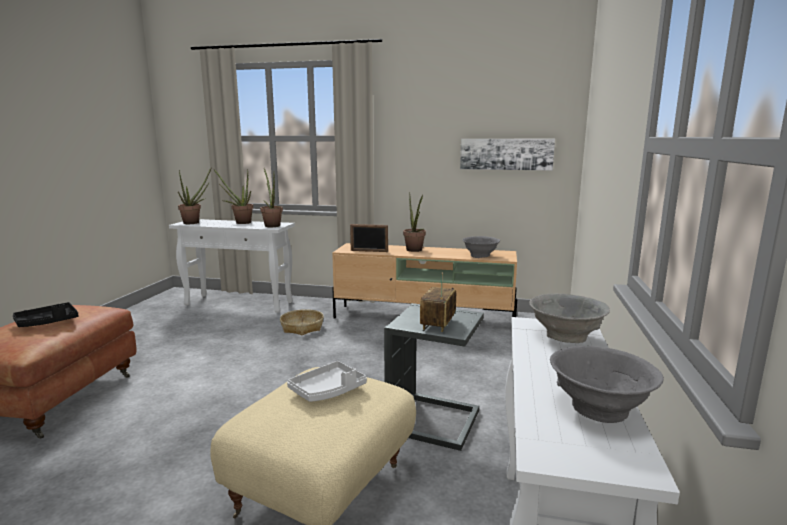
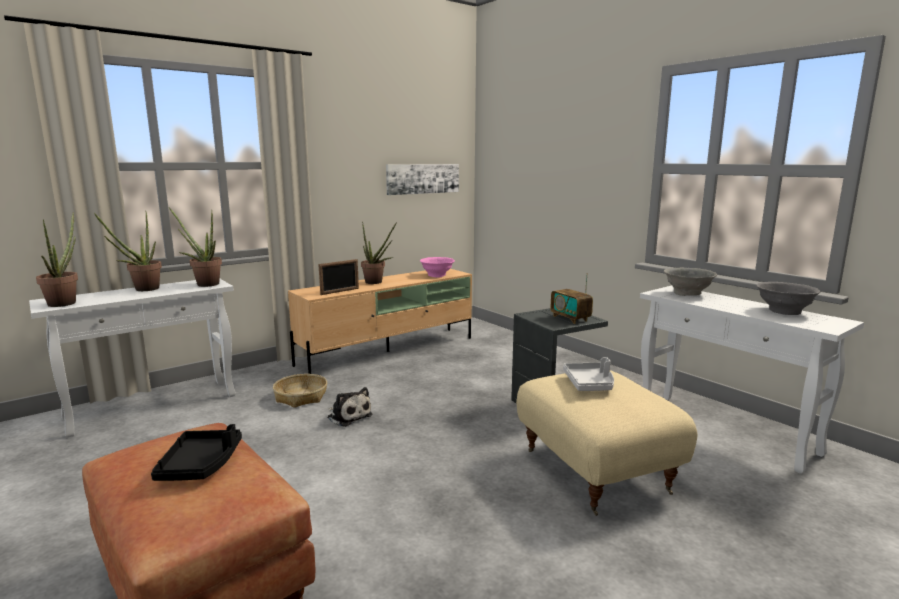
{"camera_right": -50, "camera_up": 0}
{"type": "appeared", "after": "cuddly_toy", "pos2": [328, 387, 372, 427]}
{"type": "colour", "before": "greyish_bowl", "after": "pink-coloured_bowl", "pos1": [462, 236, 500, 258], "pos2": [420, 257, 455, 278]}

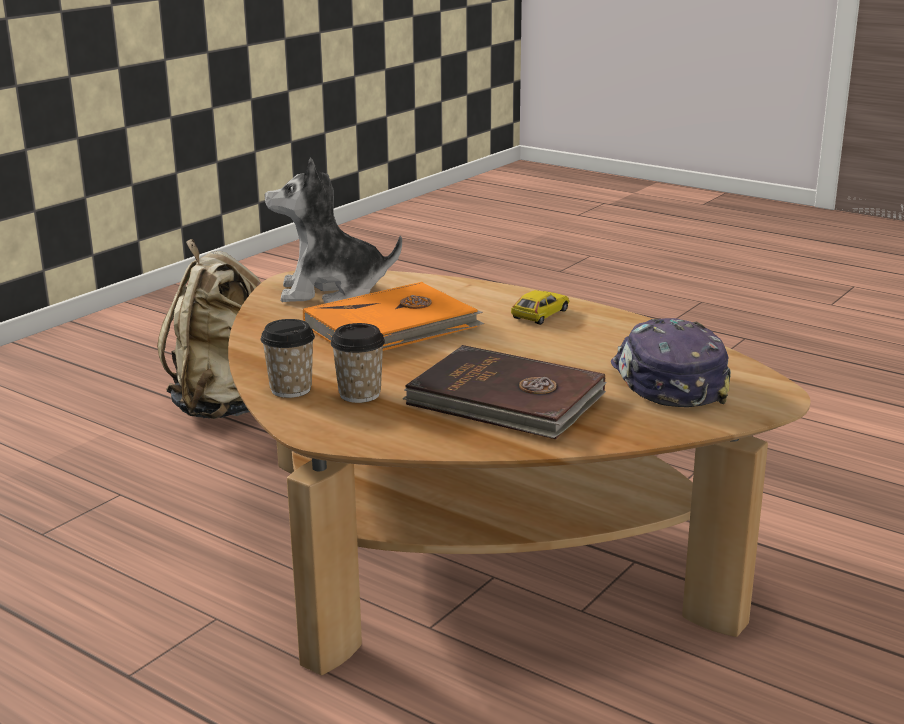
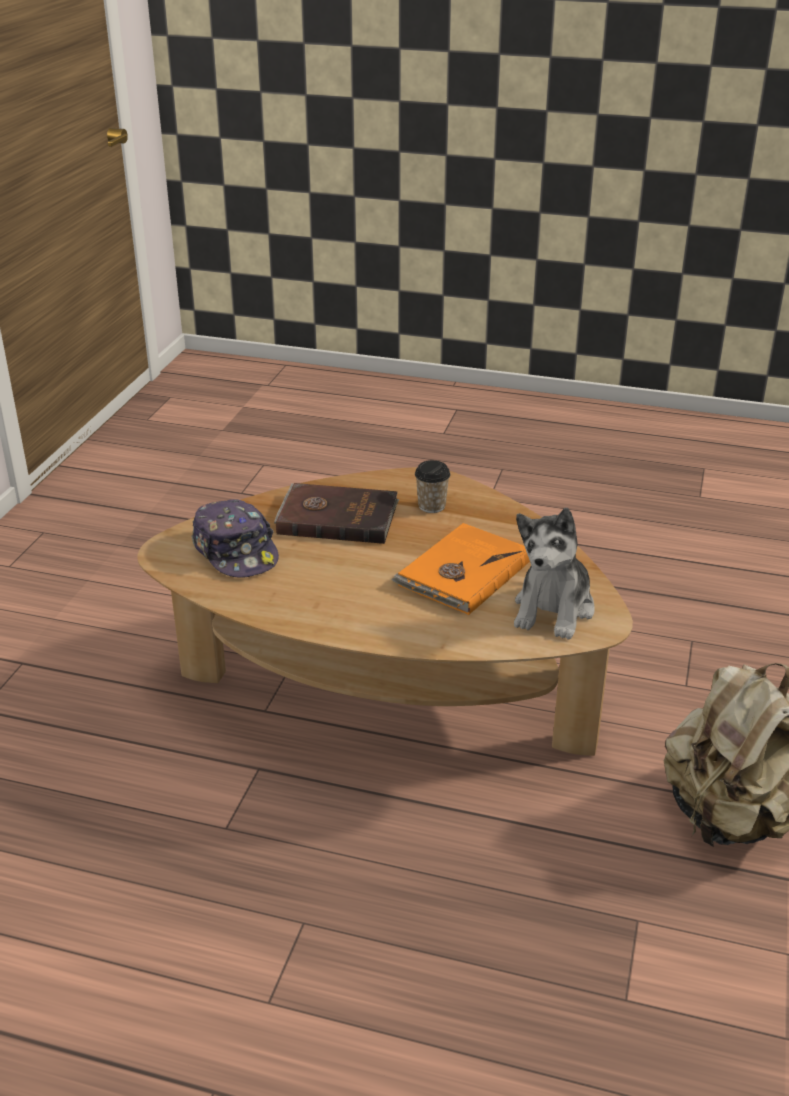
{"camera_right": 160, "camera_up": 10}
{"type": "missing", "before": "drinking_cup", "pos1": [261, 319, 315, 398]}
{"type": "missing", "before": "model_car", "pos1": [511, 290, 569, 325]}
{"type": "spun", "before": "cuddly_toy", "pos1": [265, 157, 402, 303], "pos2": [514, 508, 595, 640], "turn": 135}

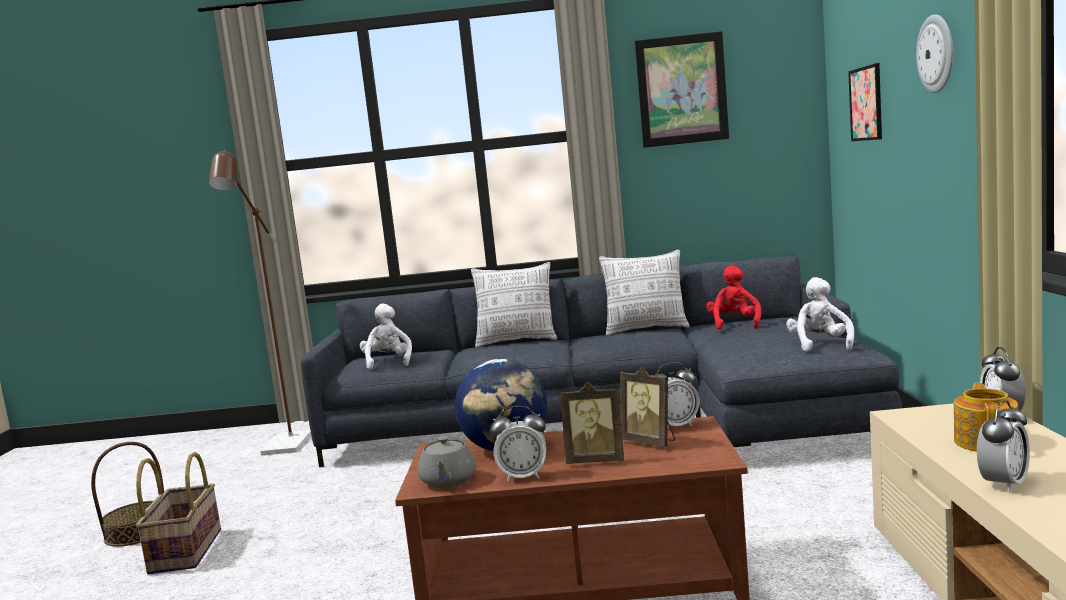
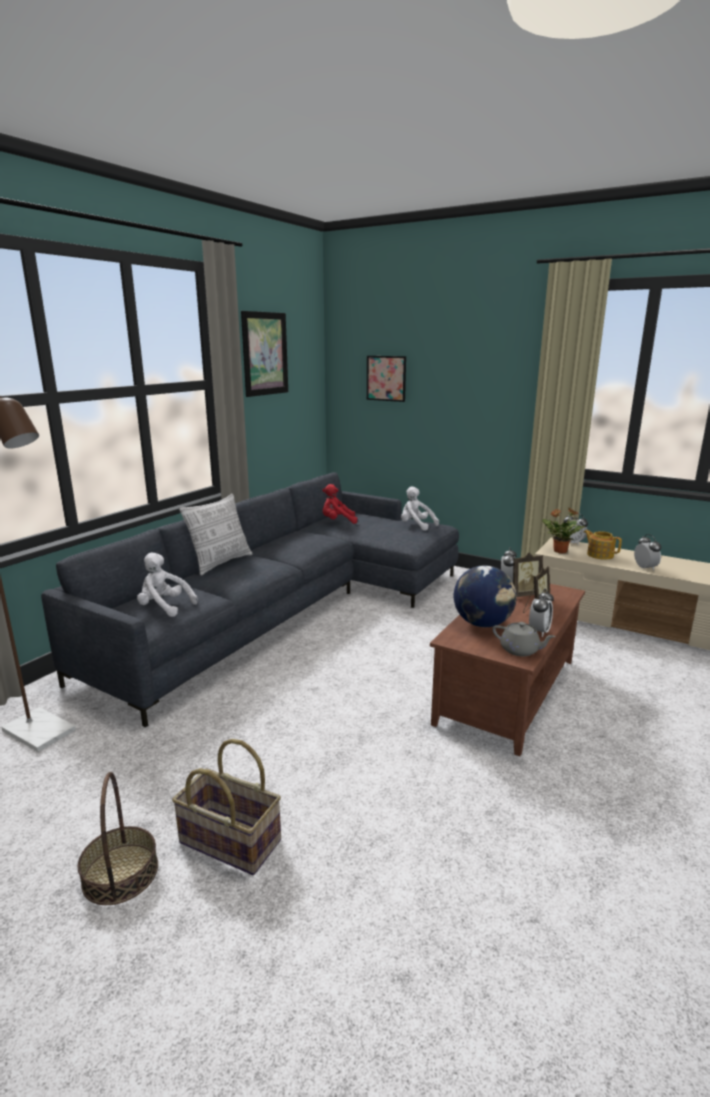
{"camera_right": -60, "camera_up": 10}
{"type": "missing", "before": "pillow", "pos1": [599, 250, 690, 336]}
{"type": "missing", "before": "wall_clock", "pos1": [916, 14, 953, 93]}
{"type": "appeared", "after": "potted_plant", "pos2": [542, 508, 585, 553]}
{"type": "spun", "before": "reddish_cuddly_toy", "pos1": [706, 265, 762, 330], "pos2": [322, 484, 357, 524], "turn": -45}

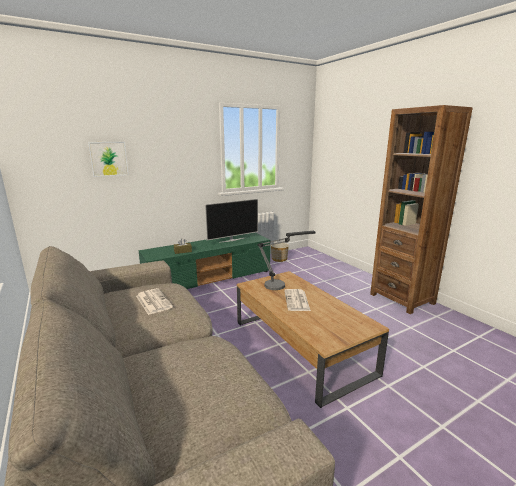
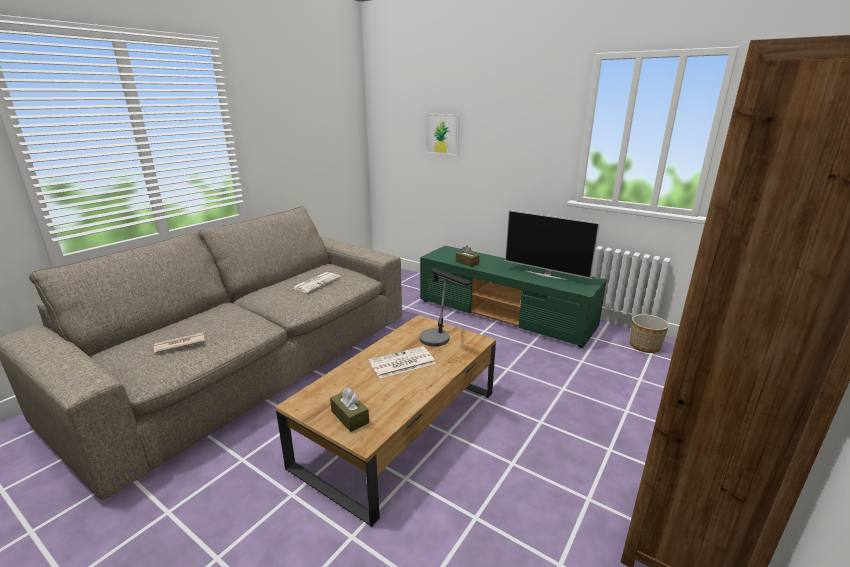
{"camera_right": 65, "camera_up": 5}
{"type": "appeared", "after": "printed_paper", "pos2": [153, 332, 205, 353]}
{"type": "appeared", "after": "brown-coloured_tissue_holder", "pos2": [330, 388, 369, 432]}

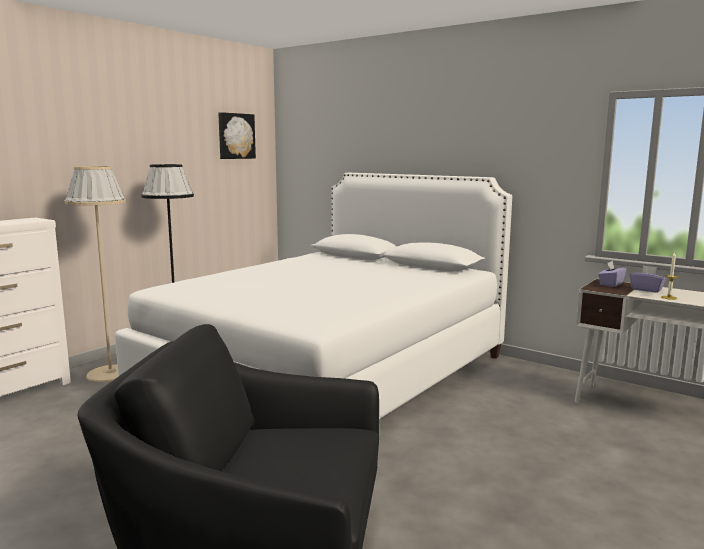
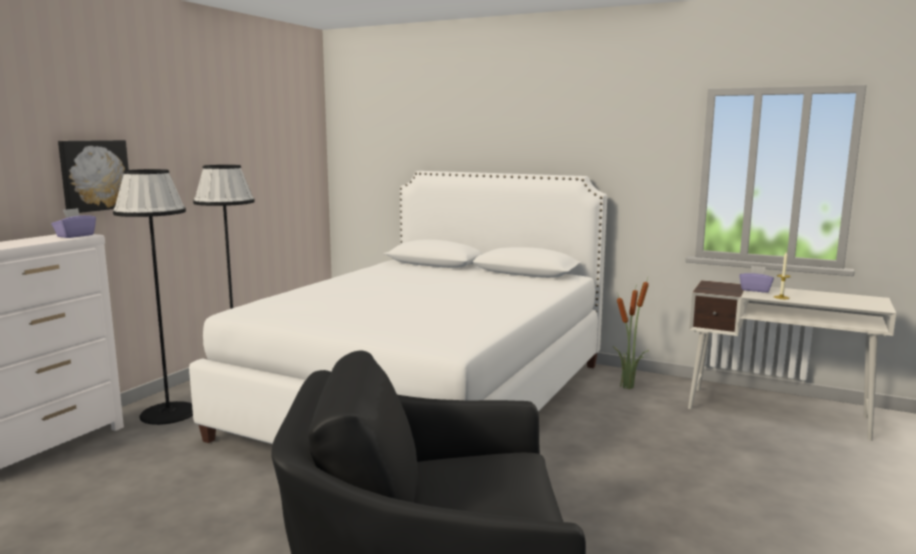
{"camera_right": -10, "camera_up": 0}
{"type": "appeared", "after": "potted_plant", "pos2": [613, 275, 649, 389]}
{"type": "relocated", "before": "picture", "pos1": [218, 112, 256, 159], "pos2": [58, 140, 129, 213]}
{"type": "relocated", "before": "purplish_tissue_holder", "pos1": [598, 261, 626, 287], "pos2": [51, 208, 96, 238]}
{"type": "colour", "before": "beige_floor_lamp", "after": "black-coloured_floor_lamp", "pos1": [65, 166, 126, 383], "pos2": [113, 169, 193, 425]}

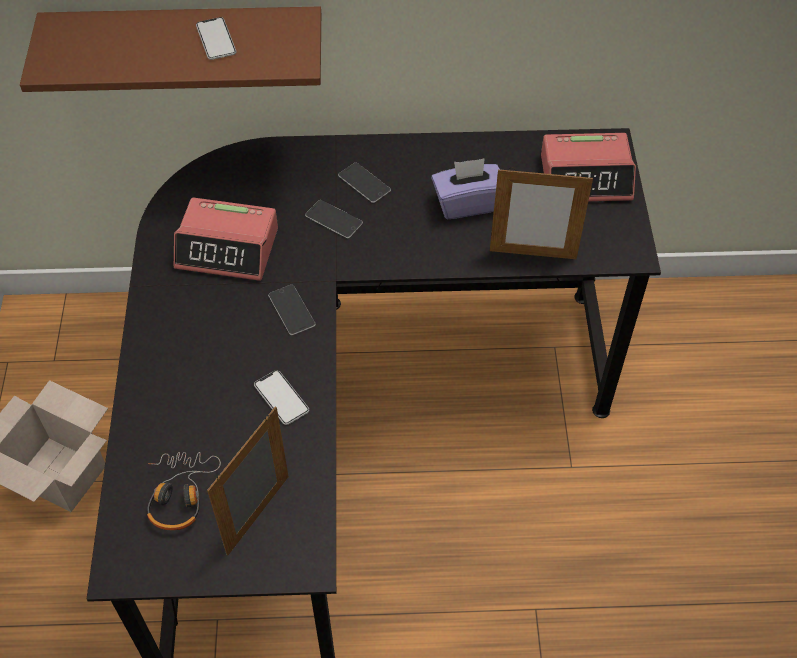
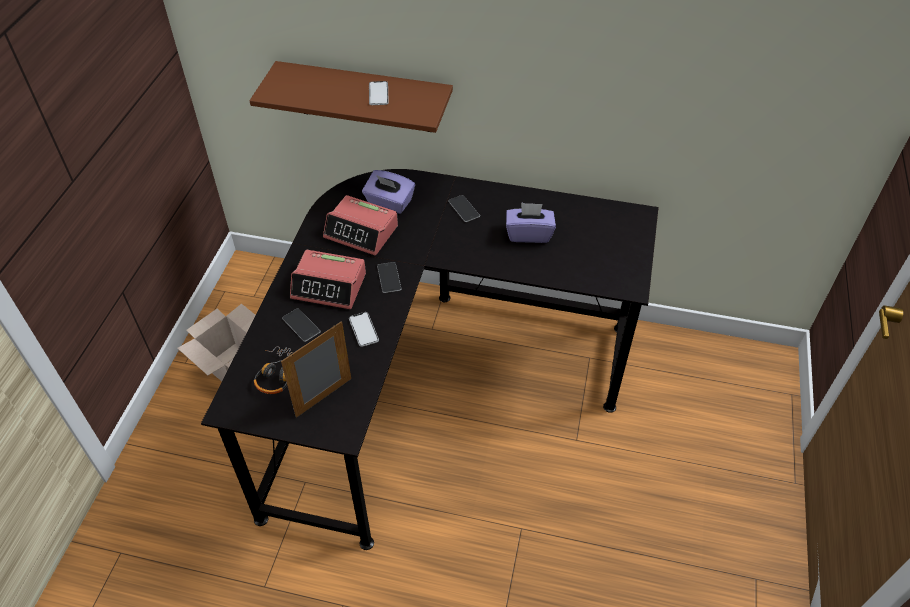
{"camera_right": 15, "camera_up": -5}
{"type": "missing", "before": "photo_frame", "pos1": [490, 167, 593, 259]}
{"type": "appeared", "after": "purplish_tissue_holder", "pos2": [362, 170, 415, 214]}
{"type": "relocated", "before": "handset", "pos1": [305, 200, 363, 238], "pos2": [282, 308, 320, 342]}
{"type": "relocated", "before": "bedside_clock", "pos1": [541, 133, 636, 201], "pos2": [290, 250, 366, 309]}

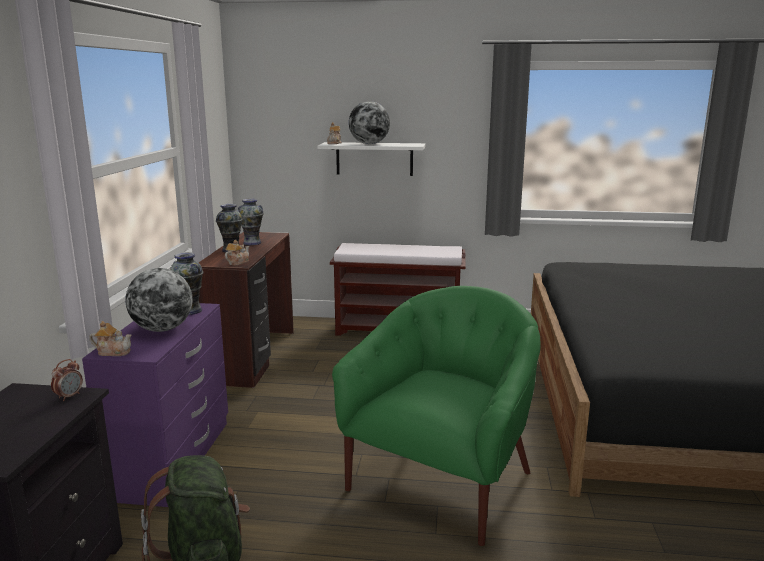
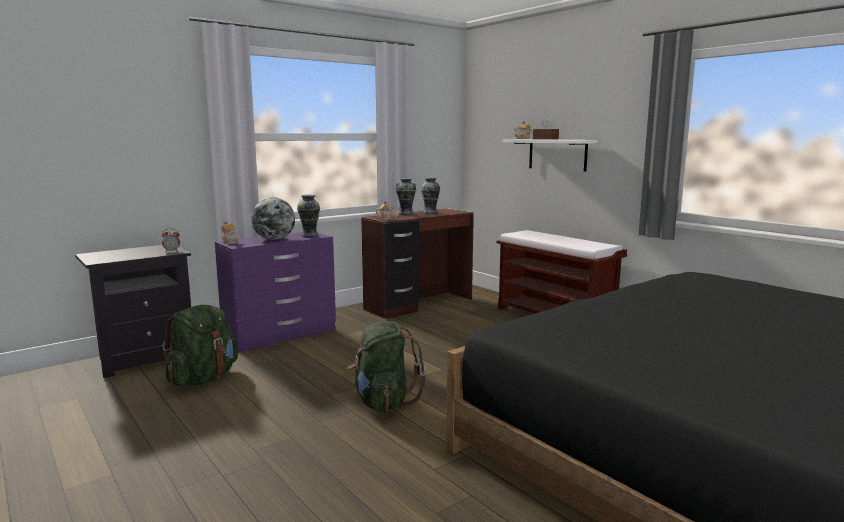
{"camera_right": 45, "camera_up": -5}
{"type": "exchanged", "before": "green-coloured_lounge_chair", "after": "green-coloured_rucksack", "pos1": [332, 286, 541, 546], "pos2": [347, 321, 426, 411]}
{"type": "exchanged", "before": "desk_globe", "after": "brown-coloured_tissue_holder", "pos1": [349, 101, 390, 144], "pos2": [533, 119, 559, 140]}

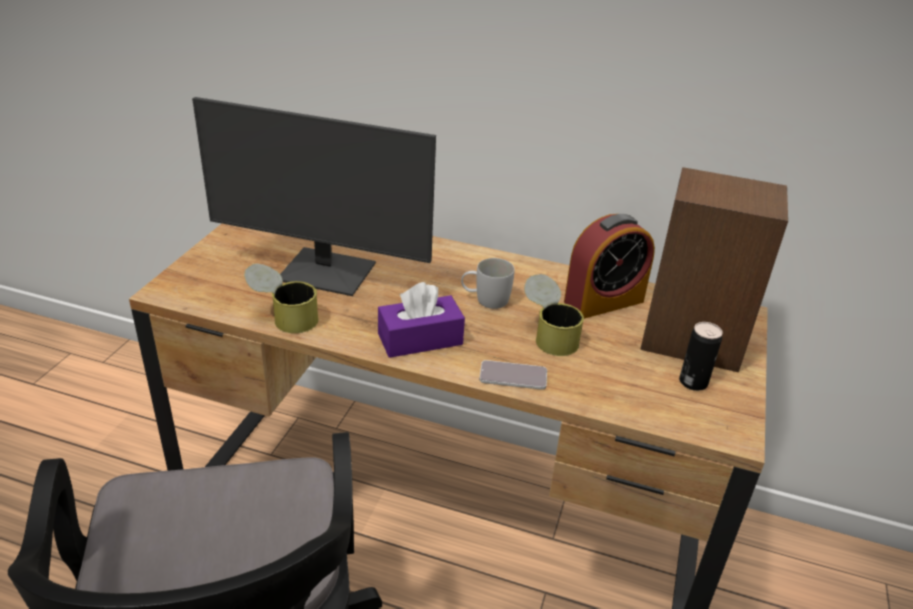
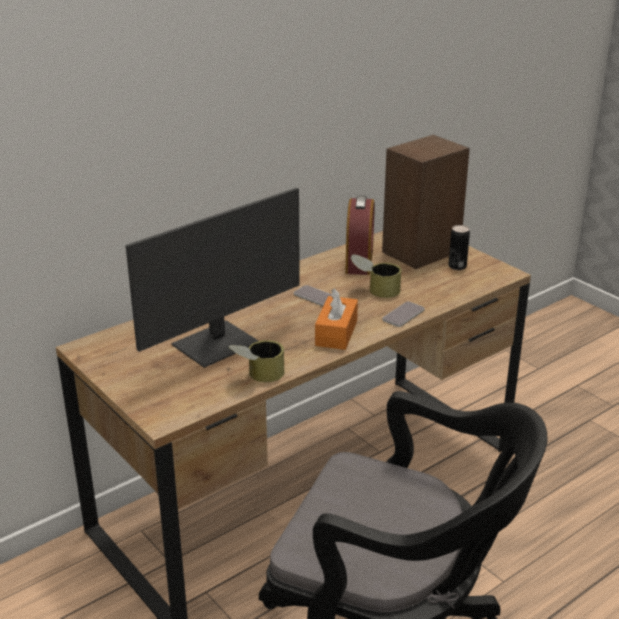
{"camera_right": -55, "camera_up": -5}
{"type": "exchanged", "before": "white_mug", "after": "handset", "pos1": [461, 258, 514, 309], "pos2": [294, 285, 332, 306]}
{"type": "colour", "before": "purplish_tissue_holder", "after": "orangey_tissue_holder", "pos1": [378, 282, 465, 358], "pos2": [315, 288, 358, 350]}

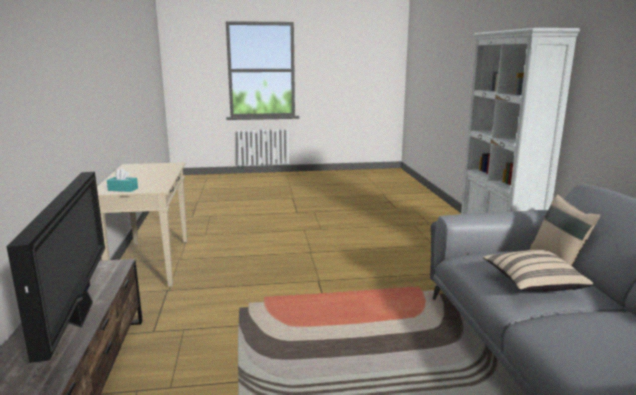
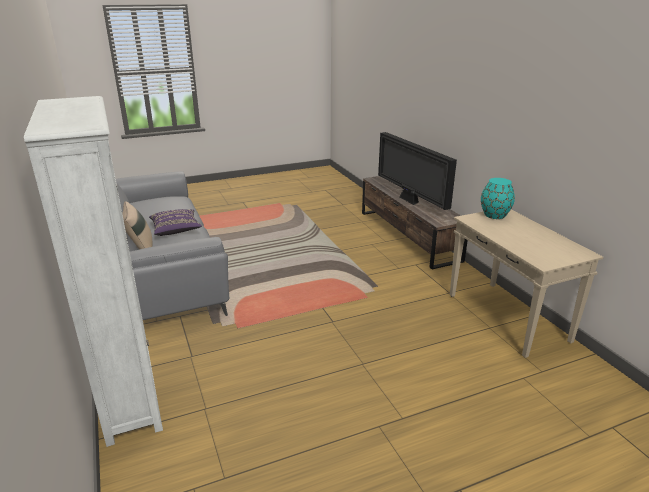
{"camera_right": 165, "camera_up": 10}
{"type": "exchanged", "before": "turquoise_tissue_holder", "after": "turquoise_flower_vase", "pos1": [107, 168, 138, 192], "pos2": [481, 178, 515, 219]}
{"type": "colour", "before": "beige_pillow", "after": "purplish_pillow", "pos1": [483, 250, 593, 291], "pos2": [149, 209, 202, 236]}

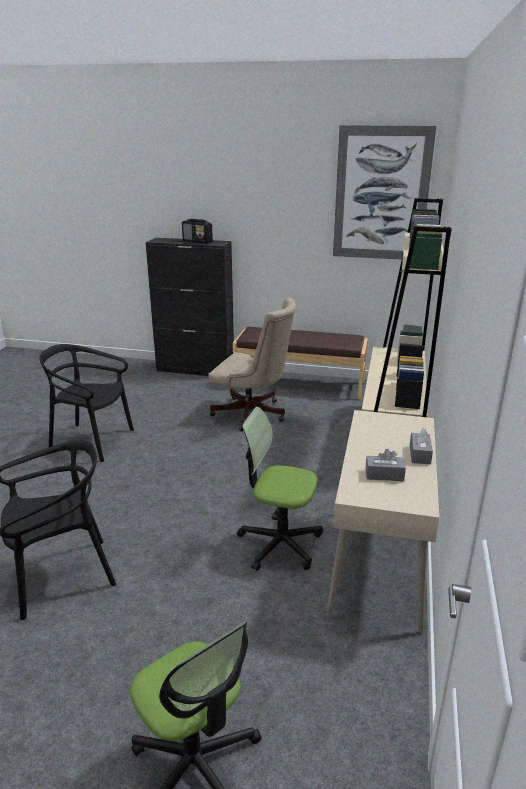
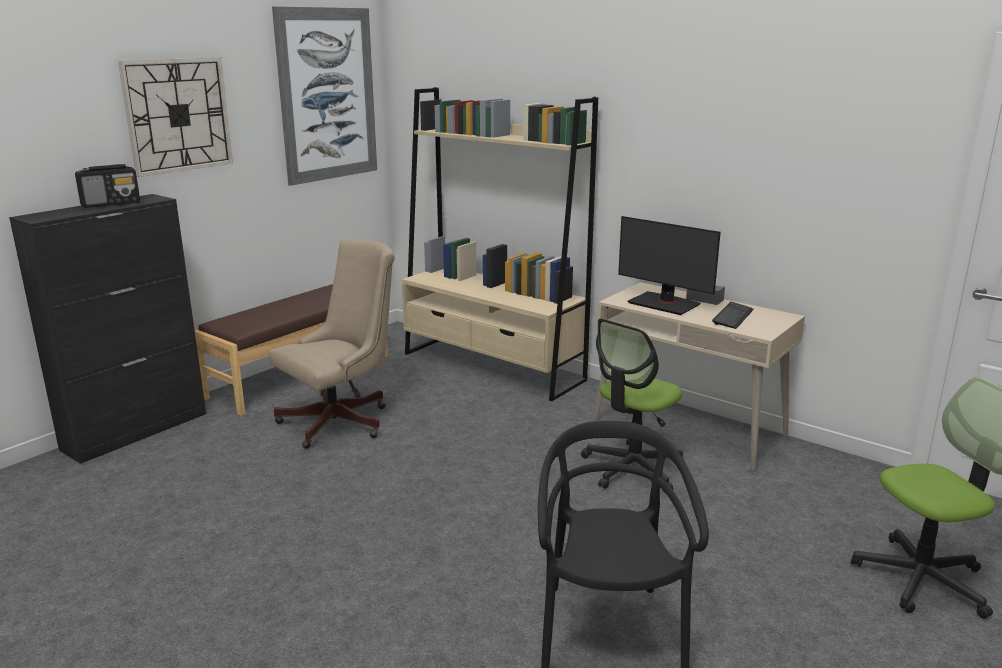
{"camera_right": -65, "camera_up": -5}
{"type": "missing", "before": "black-coloured_upright_chair", "pos1": [40, 344, 134, 462]}
{"type": "appeared", "after": "wall_clock", "pos2": [118, 57, 233, 177]}
{"type": "appeared", "after": "monitor", "pos2": [618, 216, 721, 315]}
{"type": "exchanged", "before": "greyish_tissue_holder", "after": "PC_keyboard", "pos1": [366, 449, 406, 481], "pos2": [712, 302, 754, 329]}

